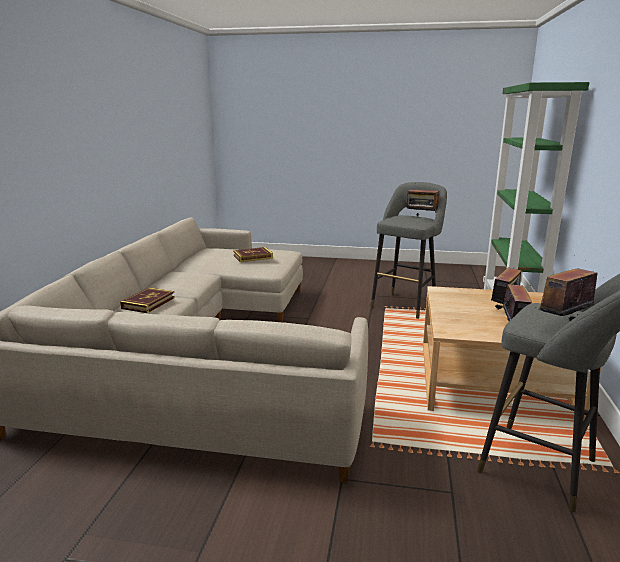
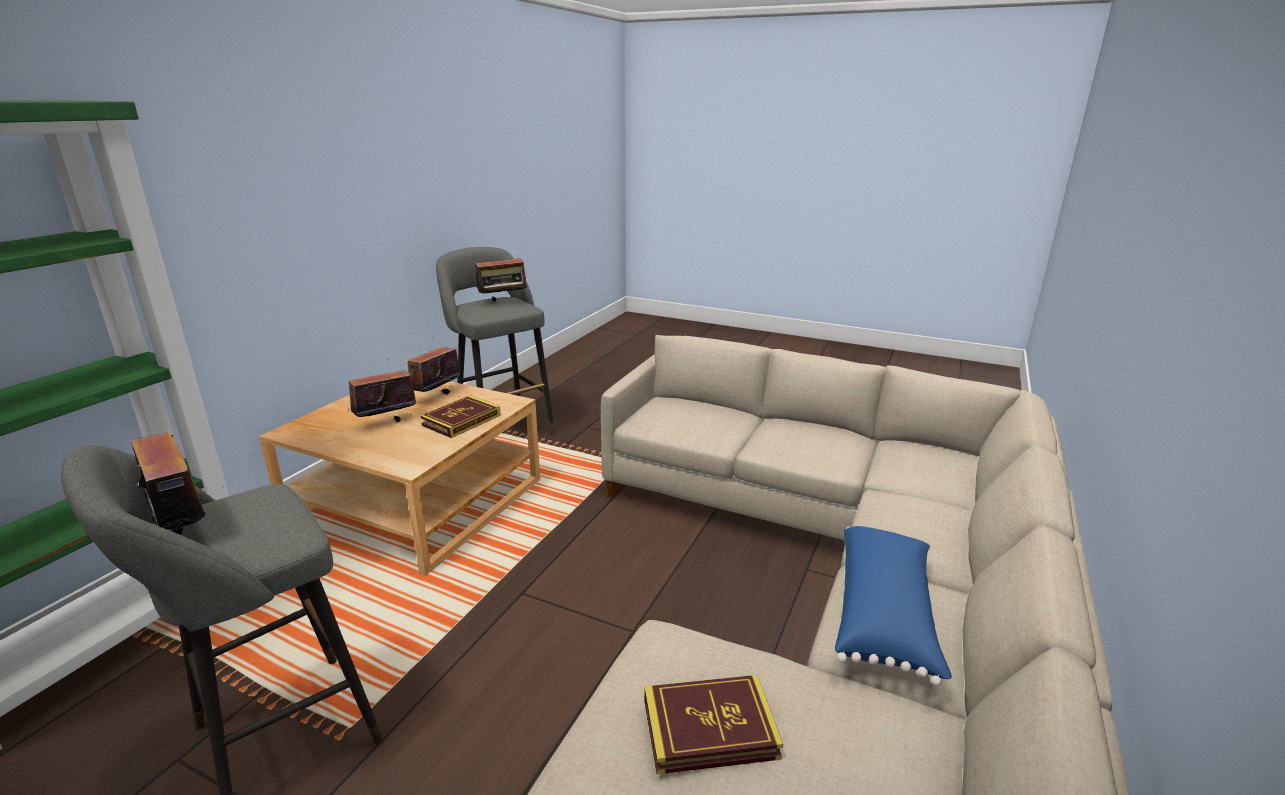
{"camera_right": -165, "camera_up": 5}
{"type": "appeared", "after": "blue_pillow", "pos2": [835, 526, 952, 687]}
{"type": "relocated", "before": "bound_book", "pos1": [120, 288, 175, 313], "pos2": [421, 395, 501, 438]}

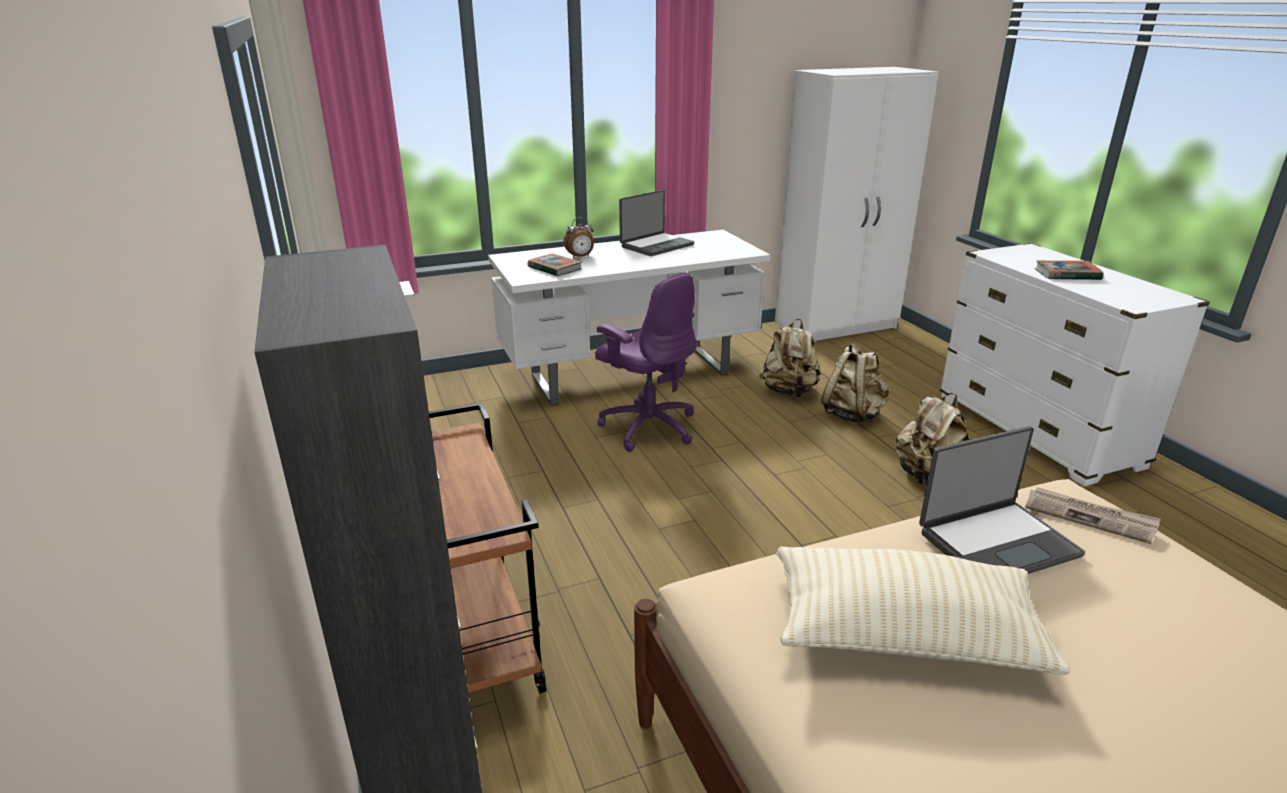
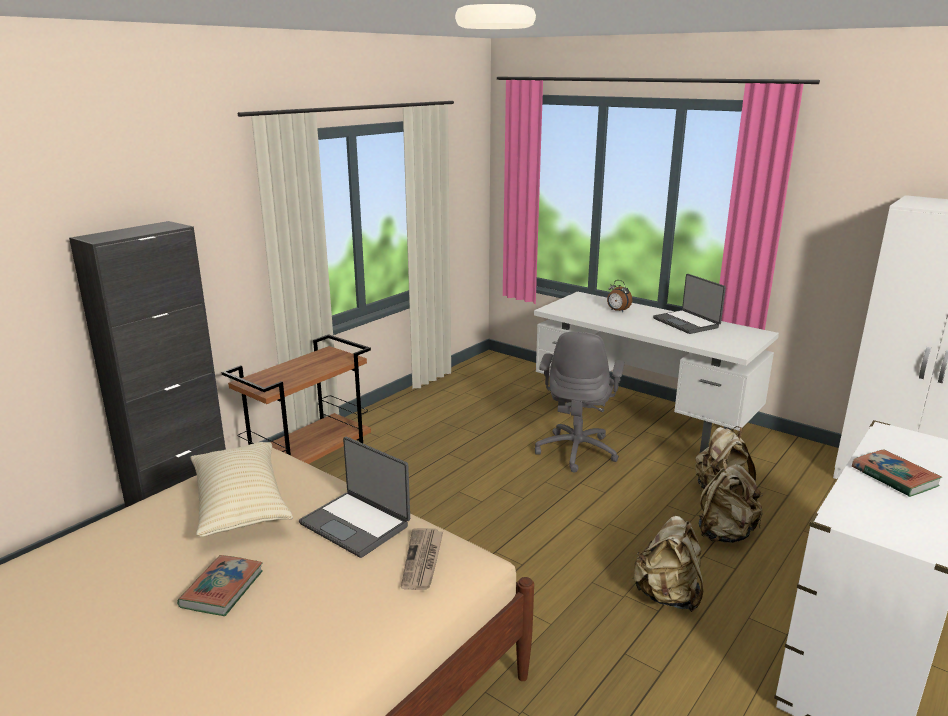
{"camera_right": 60, "camera_up": -5}
{"type": "relocated", "before": "bound_book", "pos1": [528, 254, 582, 277], "pos2": [177, 555, 263, 616]}
{"type": "colour", "before": "purplish_computer_chair", "after": "greyish_computer_chair", "pos1": [595, 273, 697, 452], "pos2": [535, 332, 625, 473]}
{"type": "spun", "before": "laptop", "pos1": [619, 190, 694, 256], "pos2": [653, 274, 726, 334], "turn": 45}

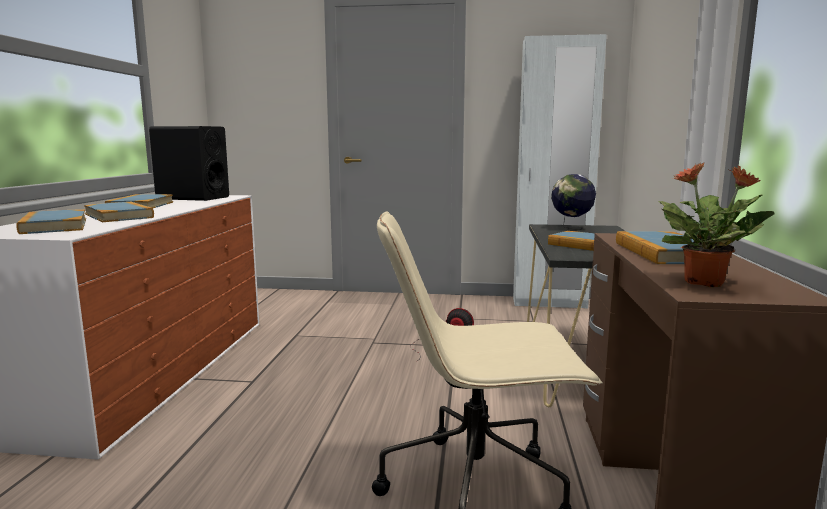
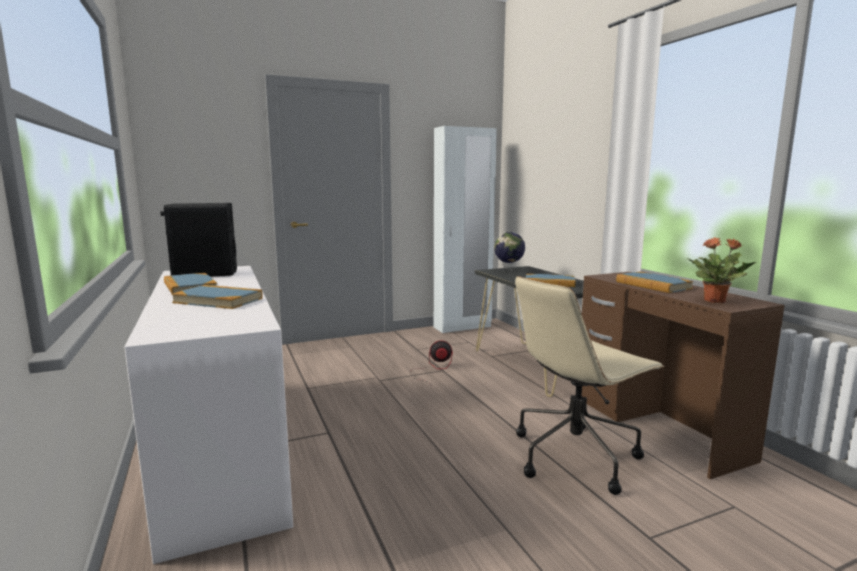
{"camera_right": -30, "camera_up": 0}
{"type": "missing", "before": "bound_book", "pos1": [16, 209, 86, 234]}

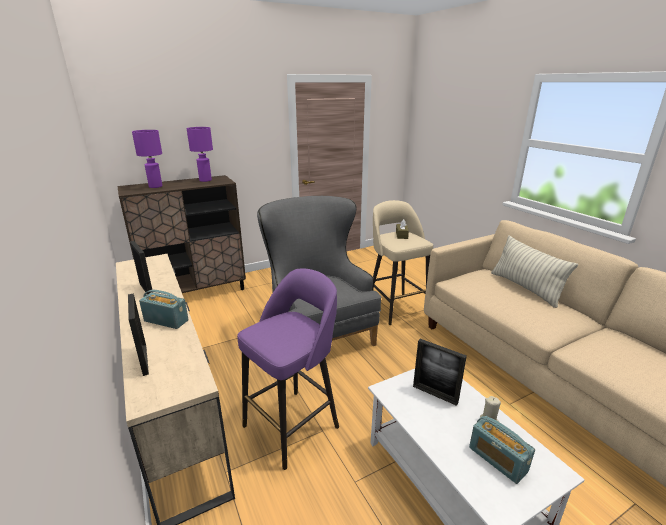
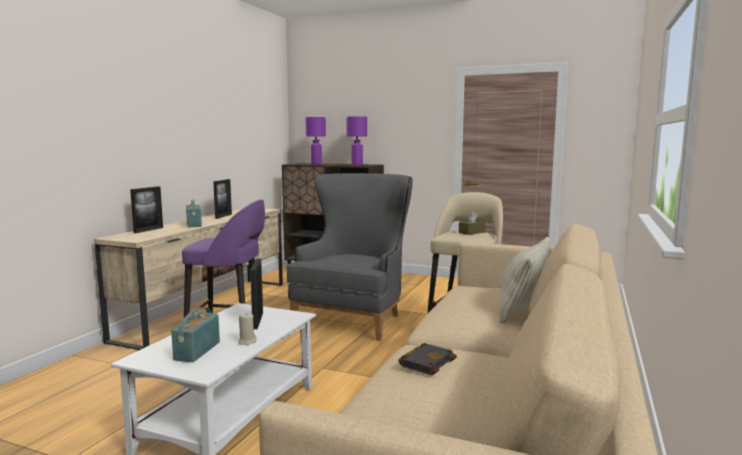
{"camera_right": 50, "camera_up": -15}
{"type": "appeared", "after": "black-coloured_bound_book", "pos2": [398, 343, 457, 375]}

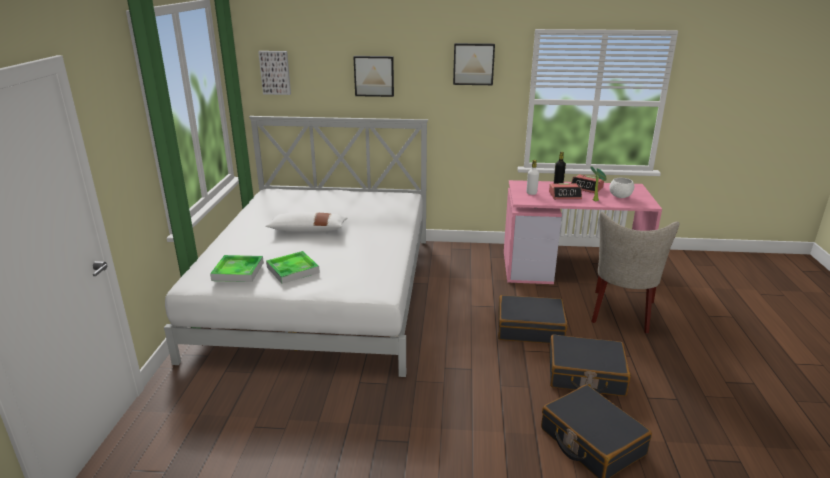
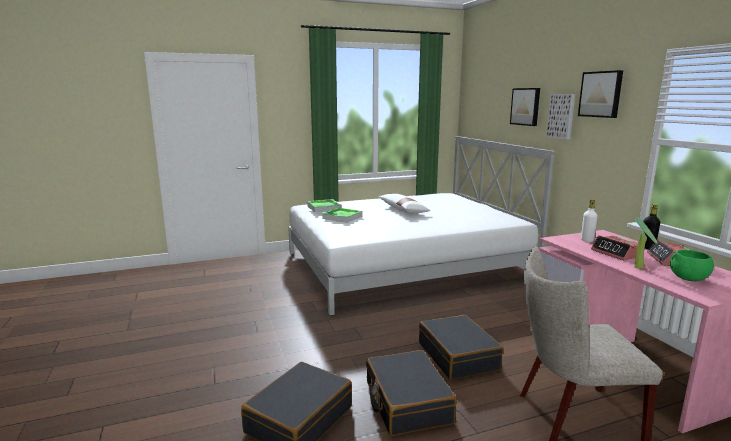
{"camera_right": 65, "camera_up": -10}
{"type": "relocated", "before": "picture", "pos1": [258, 51, 291, 95], "pos2": [546, 94, 575, 140]}
{"type": "colour", "before": "white_bowl", "after": "green-coloured_bowl", "pos1": [609, 178, 634, 198], "pos2": [670, 250, 714, 281]}

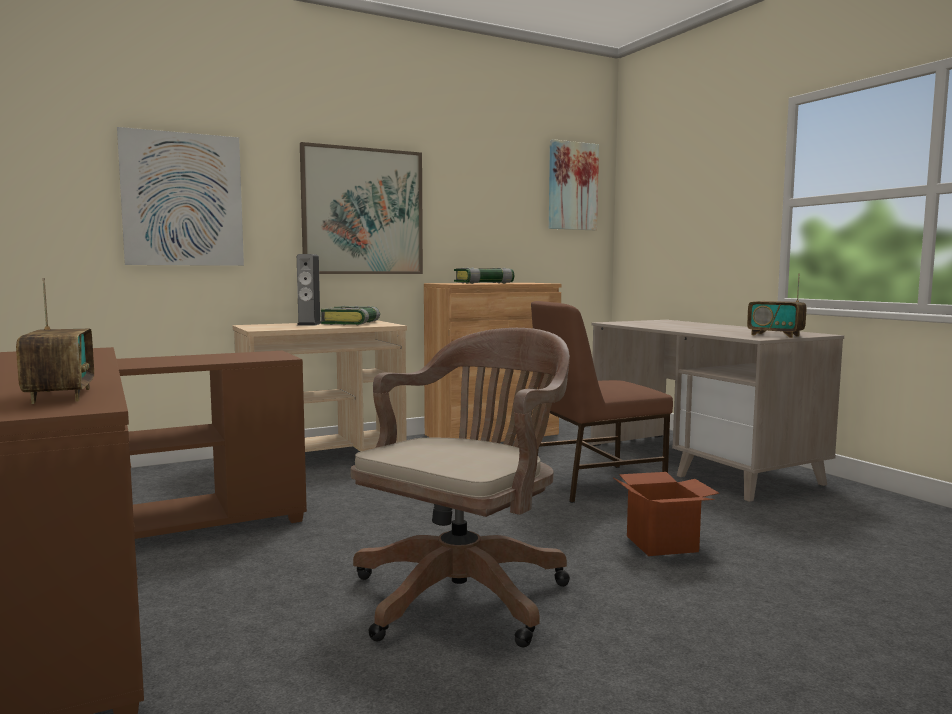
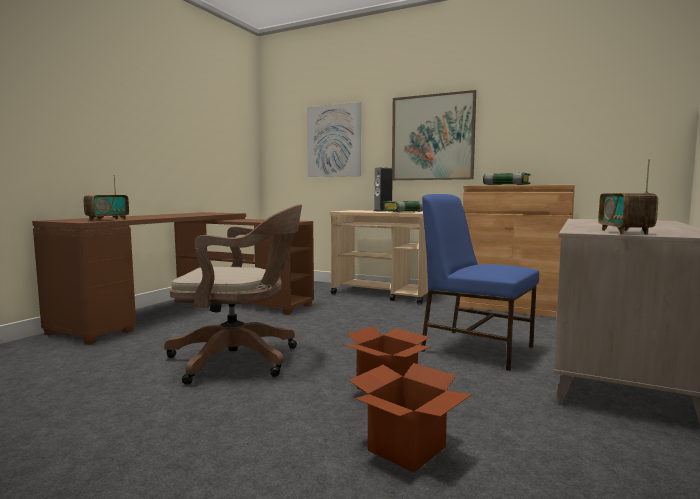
{"camera_right": 55, "camera_up": 0}
{"type": "missing", "before": "picture", "pos1": [549, 139, 599, 230]}
{"type": "appeared", "after": "packing_box", "pos2": [348, 363, 472, 473]}
{"type": "colour", "before": "brown-coloured_upright_chair", "after": "blue_upright_chair", "pos1": [531, 301, 673, 503], "pos2": [421, 194, 539, 371]}

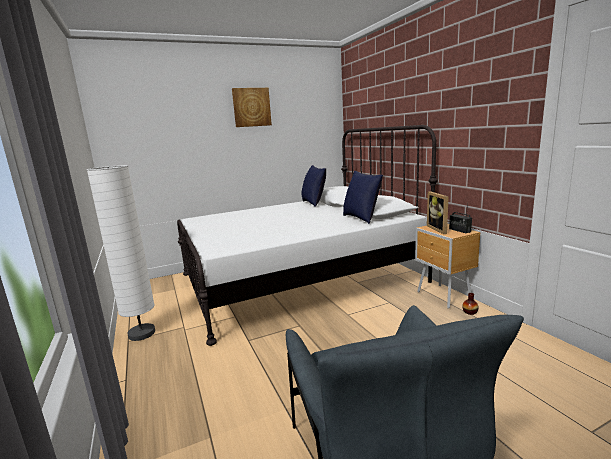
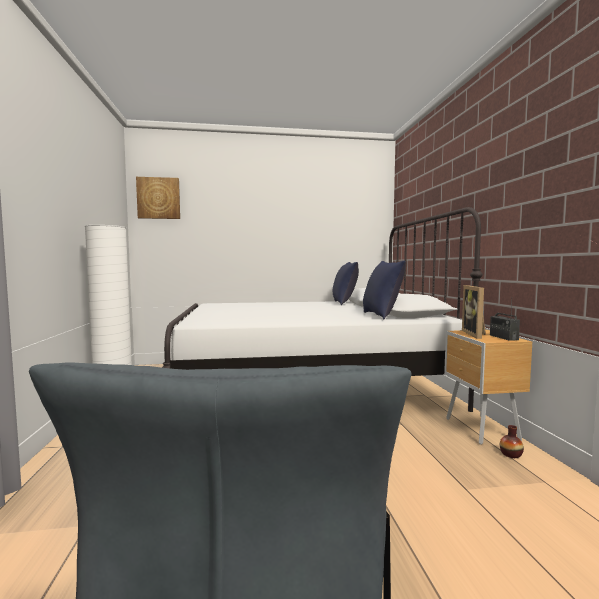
{"camera_right": 15, "camera_up": -10}
{"type": "relocated", "before": "picture", "pos1": [232, 88, 272, 127], "pos2": [136, 177, 180, 219]}

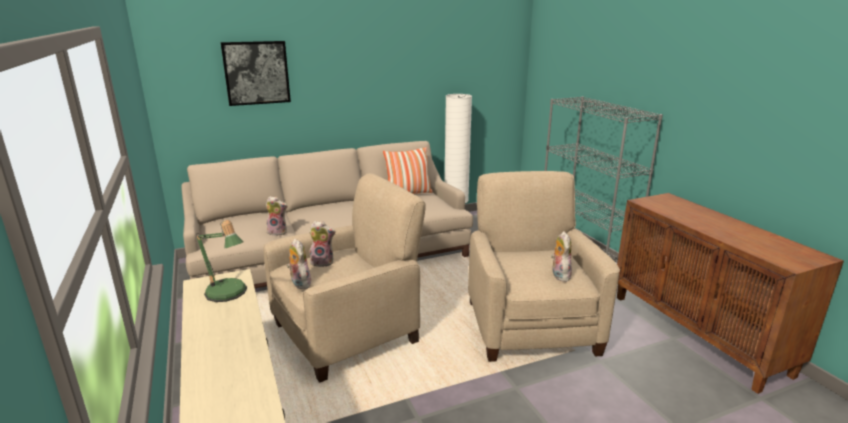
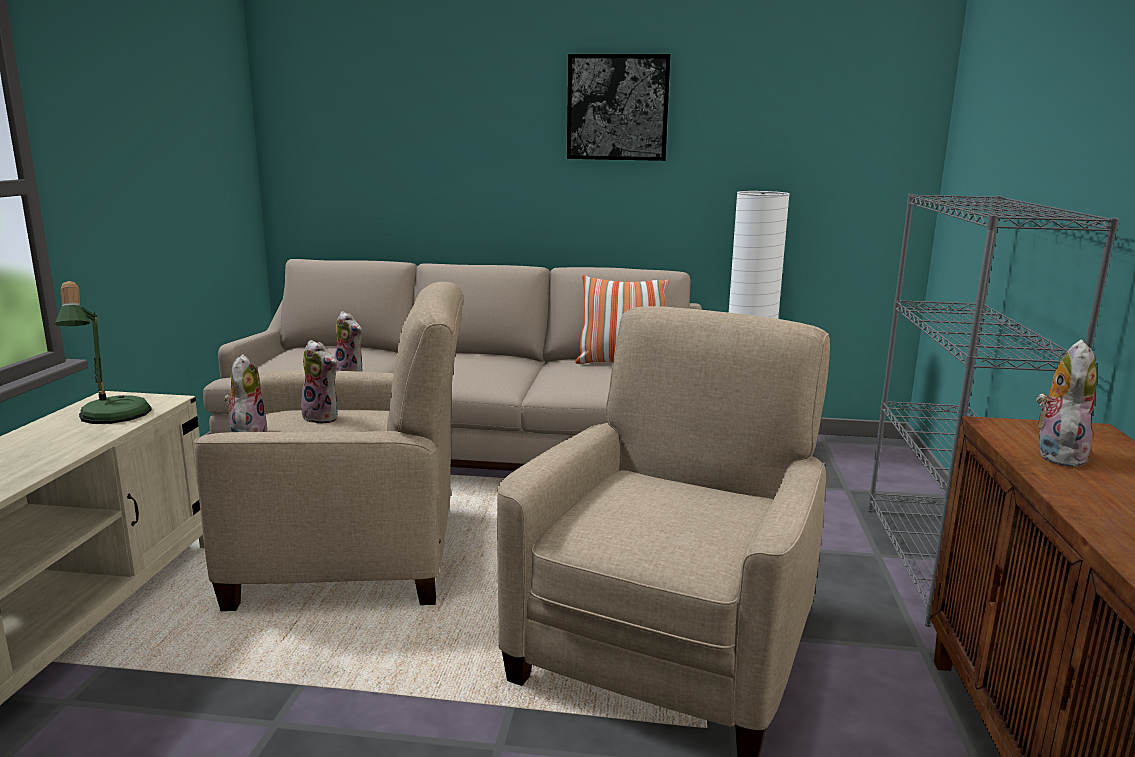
{"camera_right": 30, "camera_up": -5}
{"type": "relocated", "before": "picture", "pos1": [220, 41, 291, 106], "pos2": [567, 54, 670, 161]}
{"type": "relocated", "before": "cuddly_toy", "pos1": [551, 231, 572, 282], "pos2": [1036, 340, 1097, 468]}

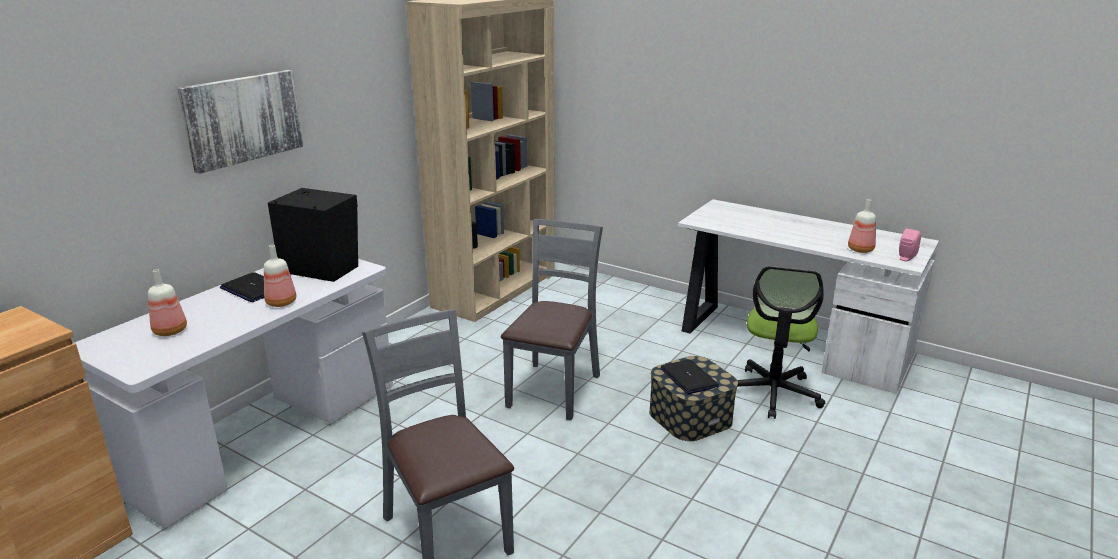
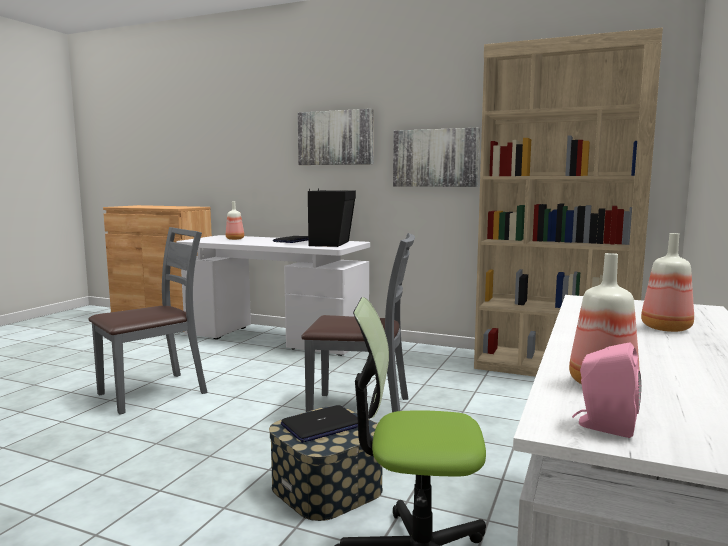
{"camera_right": 80, "camera_up": -15}
{"type": "appeared", "after": "picture", "pos2": [393, 128, 480, 187]}
{"type": "relocated", "before": "drink_bottle", "pos1": [264, 245, 296, 307], "pos2": [641, 233, 694, 332]}

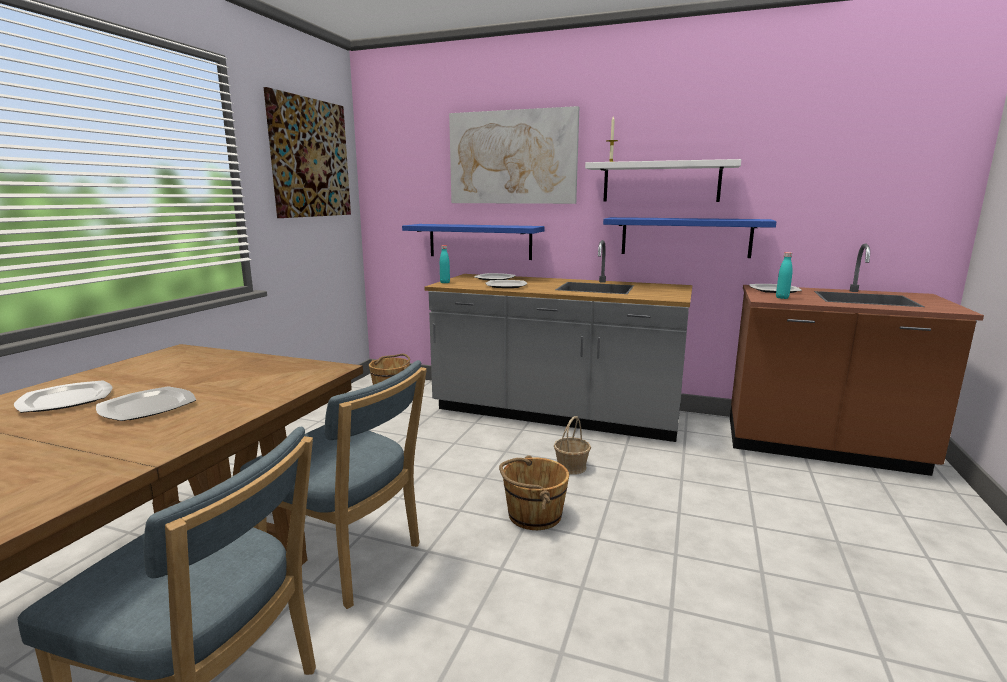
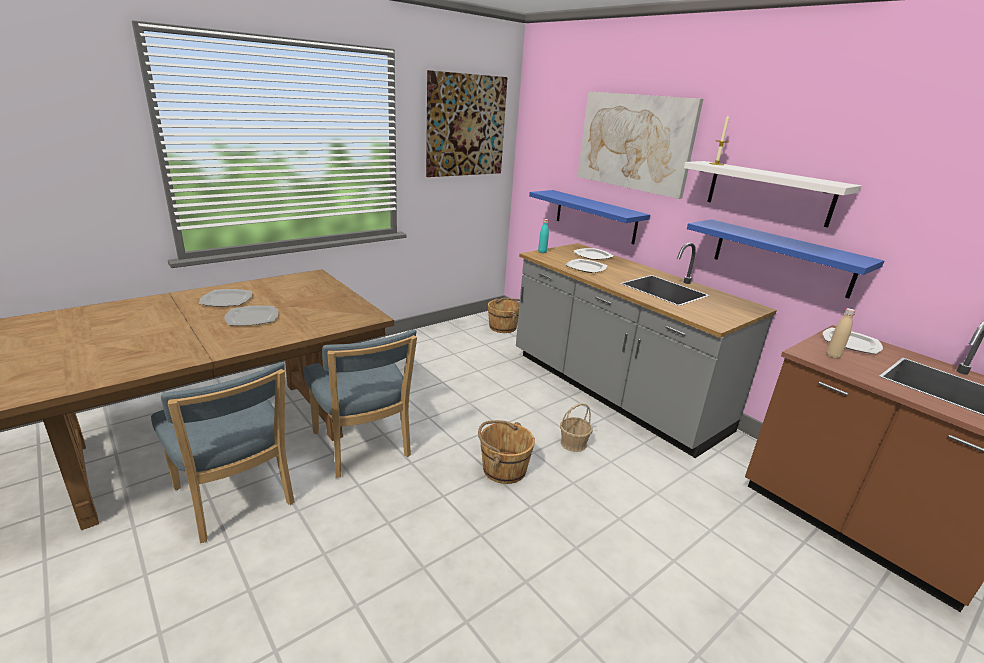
{"camera_right": 30, "camera_up": 10}
{"type": "colour", "before": "turquoise_drink_bottle", "after": "beige_drink_bottle", "pos1": [776, 252, 792, 299], "pos2": [826, 308, 855, 359]}

